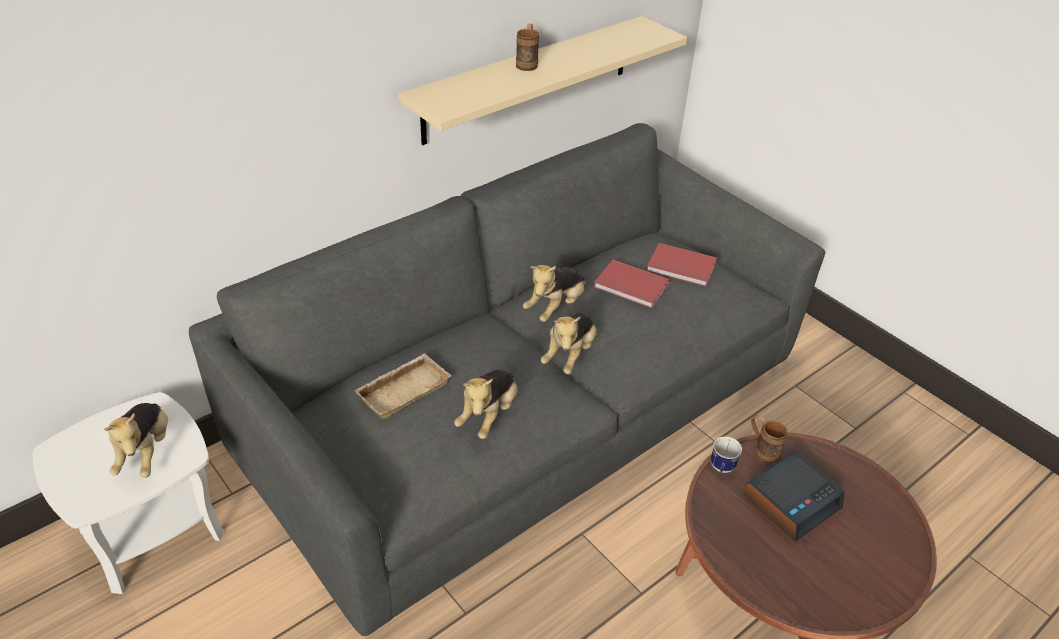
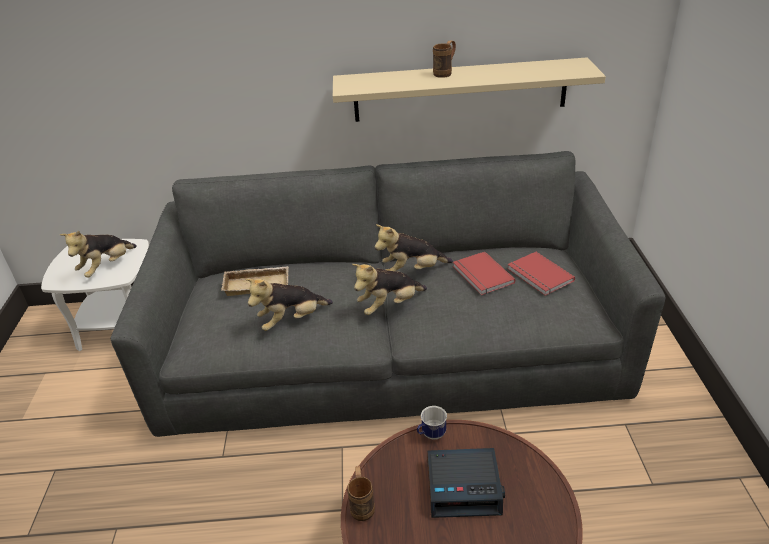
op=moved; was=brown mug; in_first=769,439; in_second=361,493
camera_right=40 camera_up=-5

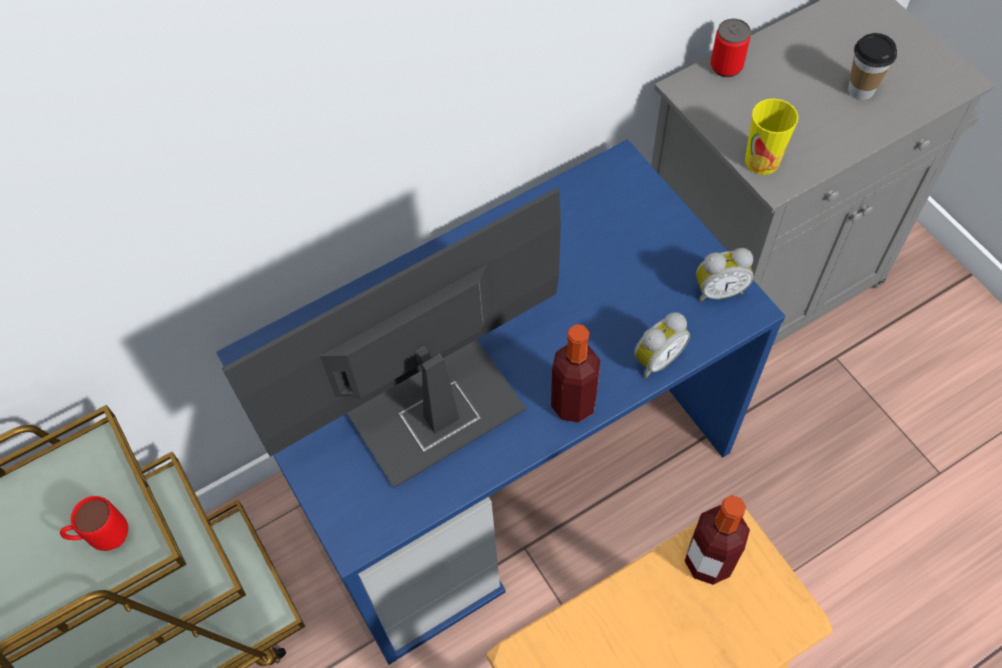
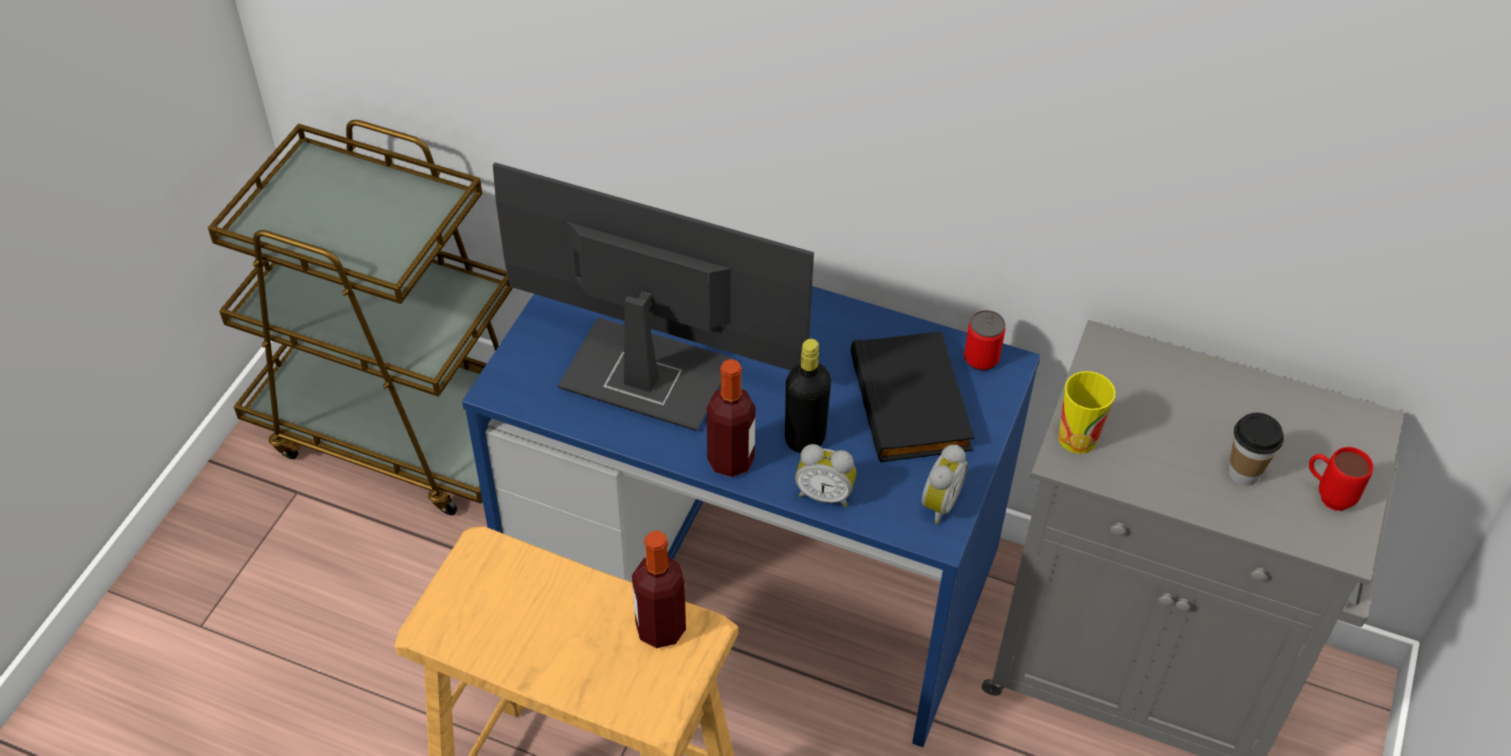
op=added; now=black bottle; in_second=808,396
op=added; now=black book; in_second=912,397
op=turned; was=alarm clock; in_first=725,275; in_second=945,484; clockwise=-105
op=moved; was=can; in_first=731,48; in_second=984,340
op=moved; was=red mug; in_first=94,523; in_second=1341,479
camera_right=50 camera_up=-10

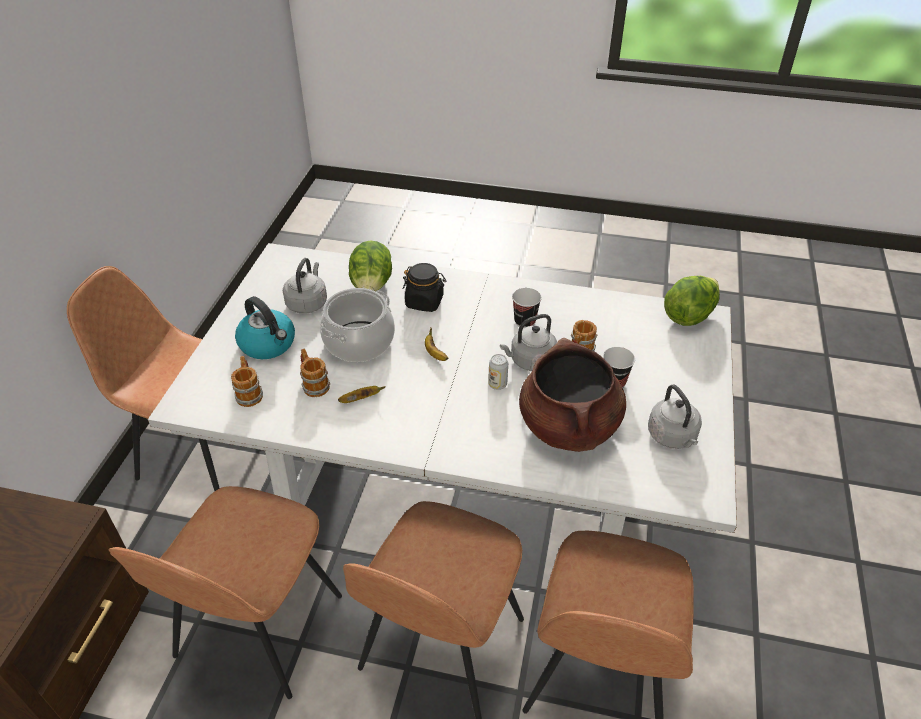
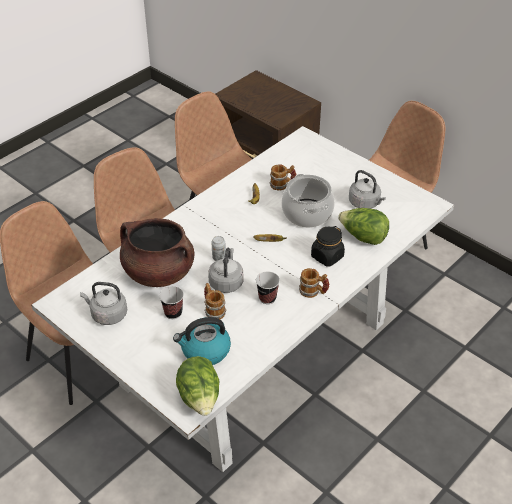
op=moved; was=kettle; in_first=265,327; in_second=202,341
op=moved; was=mug; in_first=247,381; in_second=314,283
camera_right=120 camera_up=0

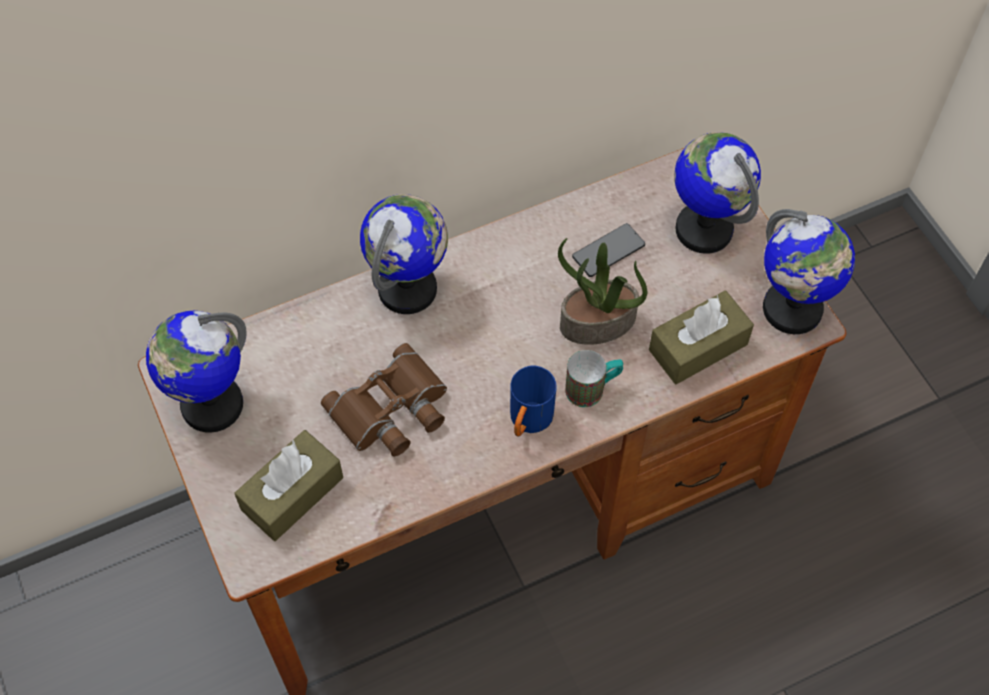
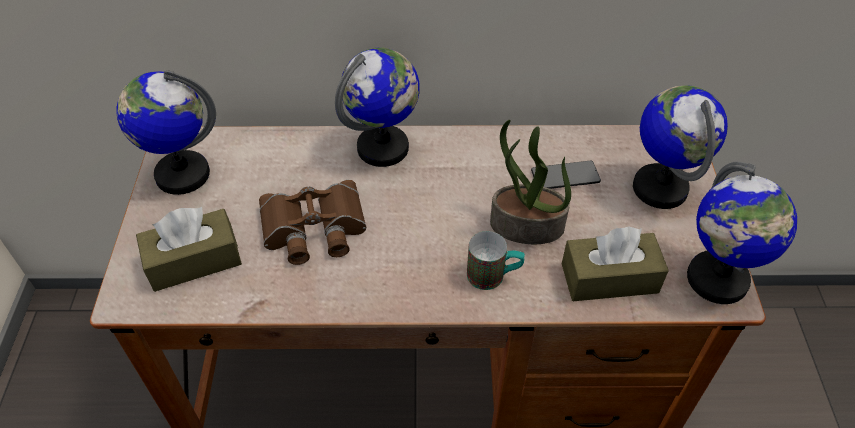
op=removed; was=blue mug; in_first=533,401
camera_right=25 camera_up=-10

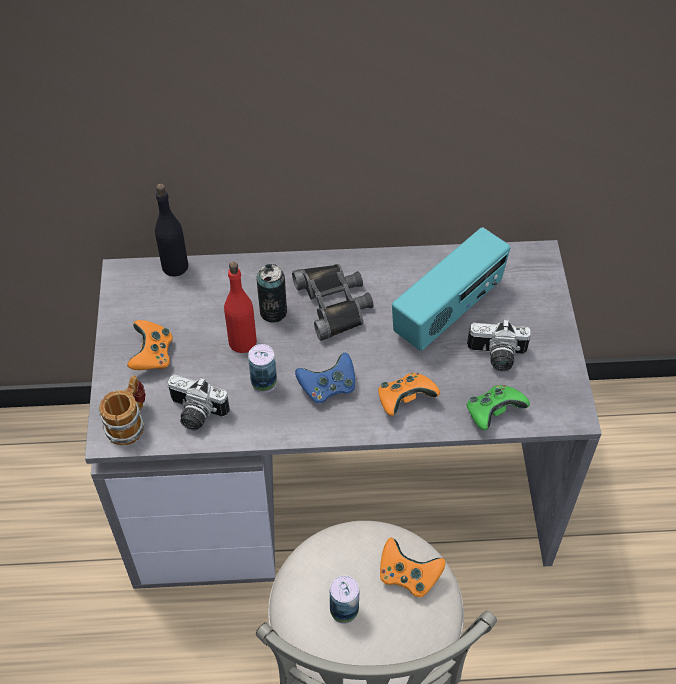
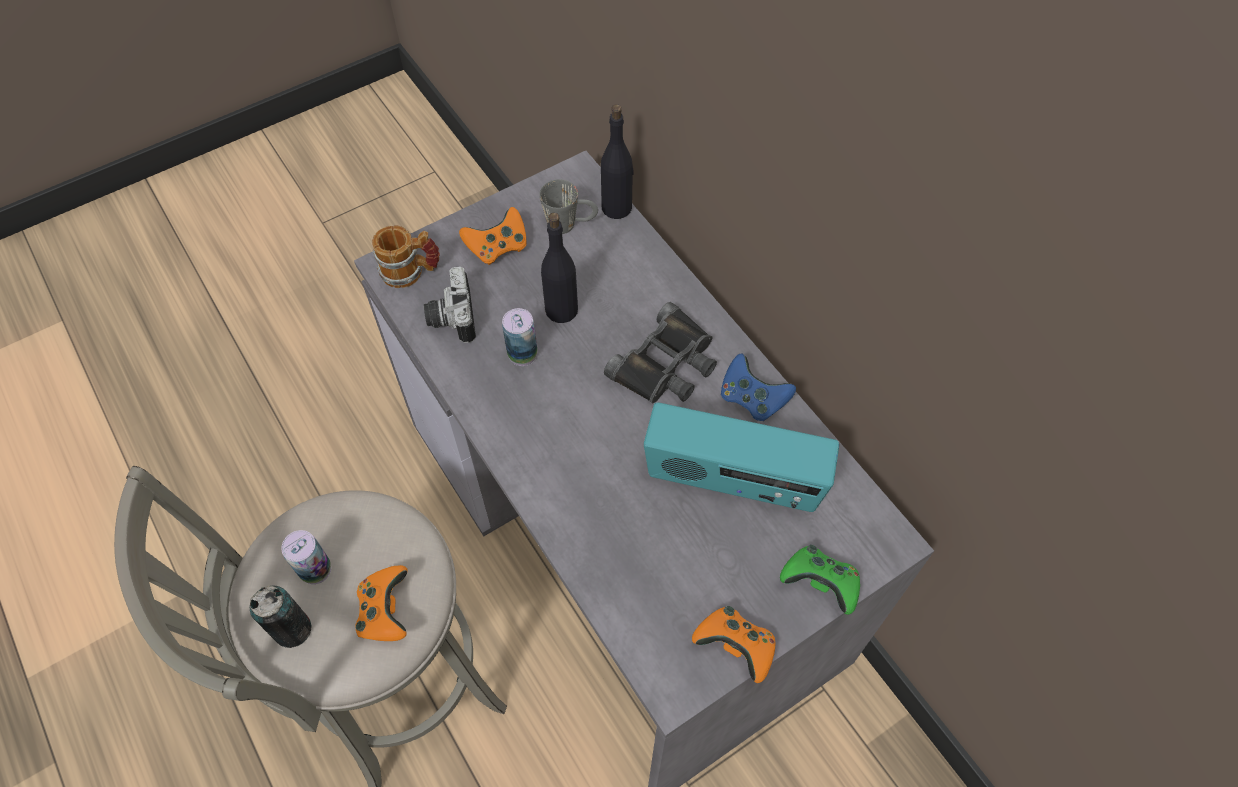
op=moved; was=can; in_first=272,293; in_second=280,617
op=added; now=grey mug; in_second=568,206
op=recoloured; was=red bottle; now=black bottle; in_first=240,307; in_second=559,268
op=moved; was=orange game controller; in_first=409,394; in_second=734,644
op=moved; was=blue game controller; in_first=325,378; in_second=758,387
op=moved; was=green game controller; in_first=498,407; in_second=820,579
op=removed; was=photo camera; in_first=499,345
camera_right=60 camera_up=5

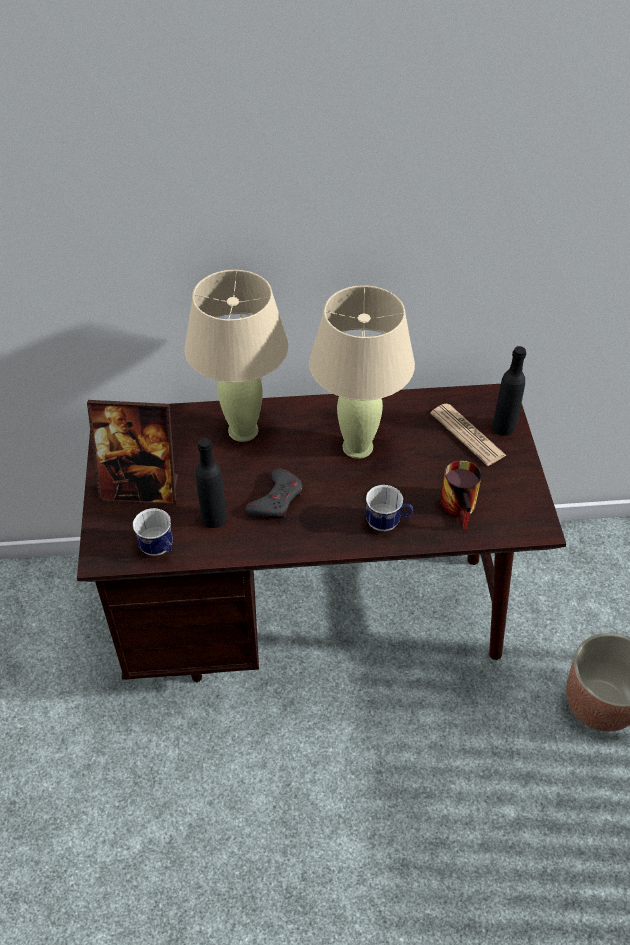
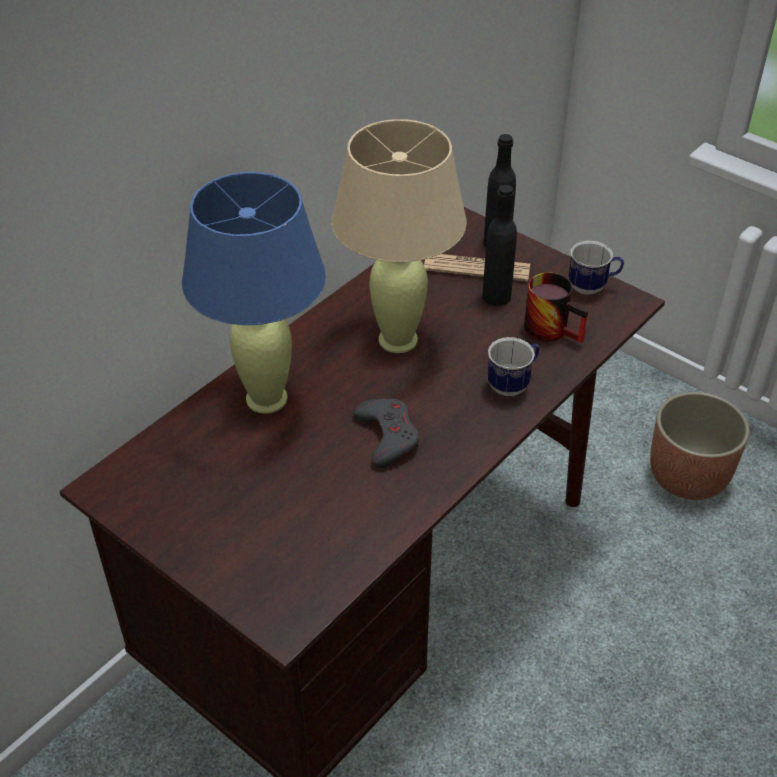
op=recoloured; was=beige table lamp; now=blue table lamp; in_first=236,356; in_second=254,293
op=moved; was=black bottle; in_first=211,483; in_second=499,245
op=moved; was=mug; in_first=153,532; in_second=596,268
op=removed; was=picture frame; in_first=132,453
camera_right=-45 camera_up=-5

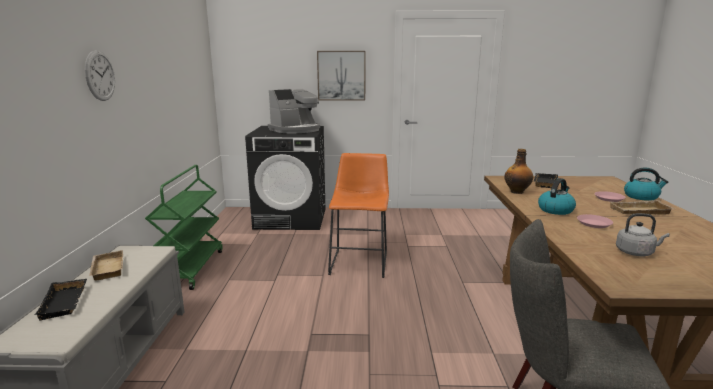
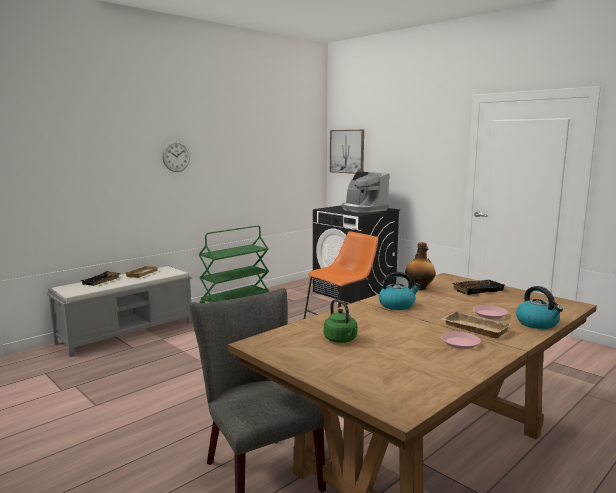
op=recoloured; was=grey kettle; now=green kettle; in_first=643,234; in_second=341,321
op=moved; was=picture; in_first=341,76; in_second=347,152
op=turned; was=coffee machine; in_first=294,111; in_second=365,192; clockwise=45
op=moved; was=pink plate; in_first=595,221; in_second=461,340
camera_right=45 camera_up=-5

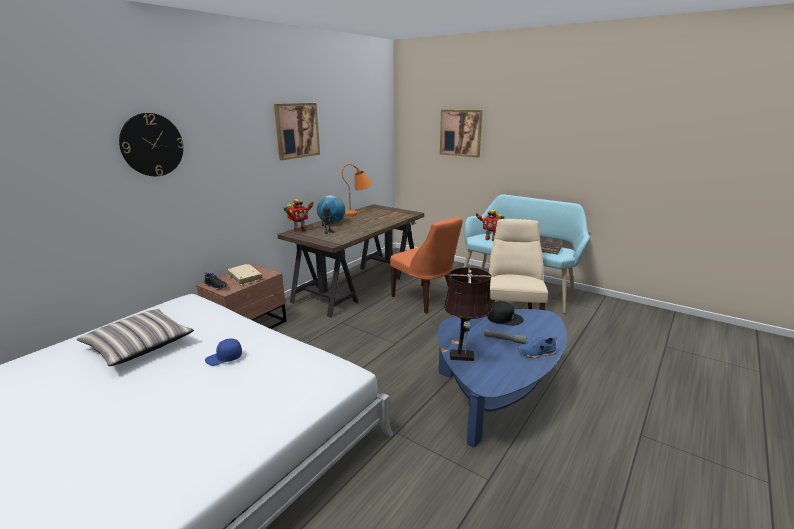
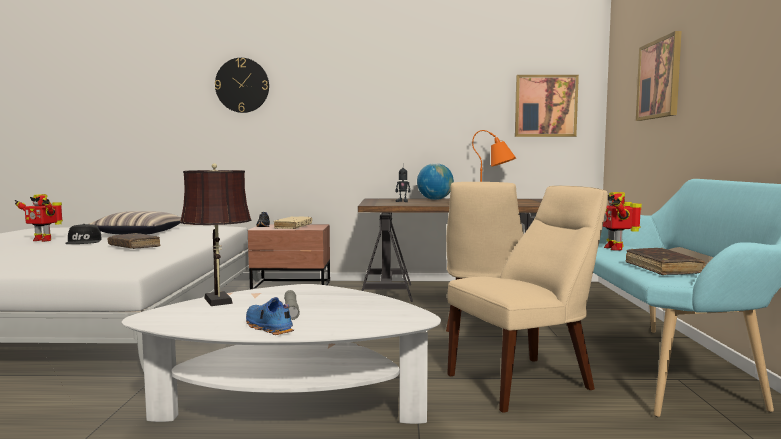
op=moved; was=toy robot; in_first=298,215; in_second=38,218
op=moved; was=black cap; in_first=505,313; in_second=83,234
op=replaced; was=blue cap; now=brown book; in_first=223,352; in_second=134,241
op=recoloured; was=blue coffee table; now=white coffee table; in_first=502,378; in_second=281,354
op=recoloured; was=orange chair; now=beige chair; in_first=426,265; in_second=485,257
op=moved; was=picture; in_first=297,131; in_second=547,106
camera_right=55 camera_up=-15

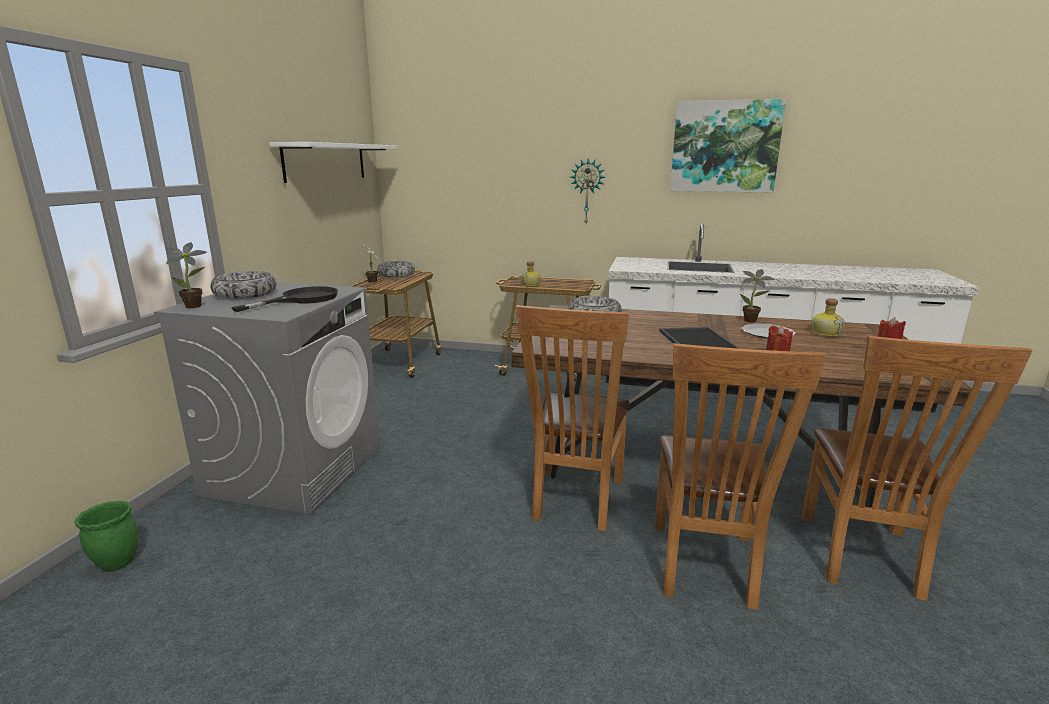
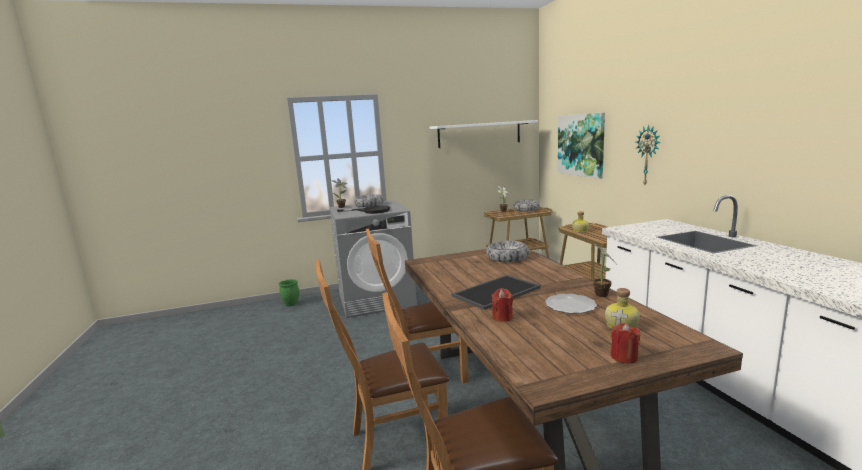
op=moved; was=picture; in_first=728,146; in_second=581,145
camera_right=60 camera_up=-5

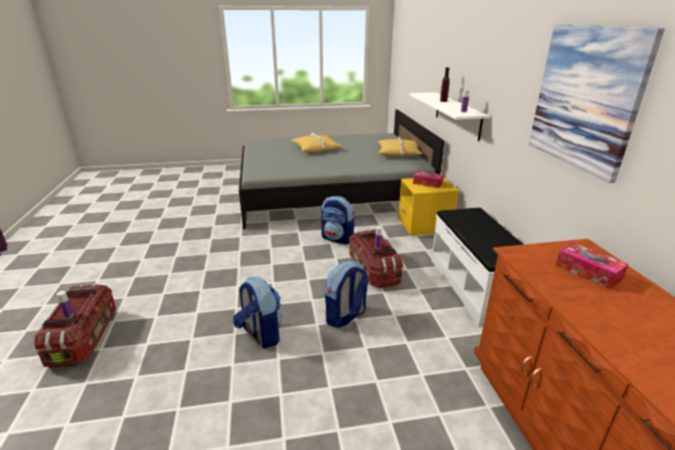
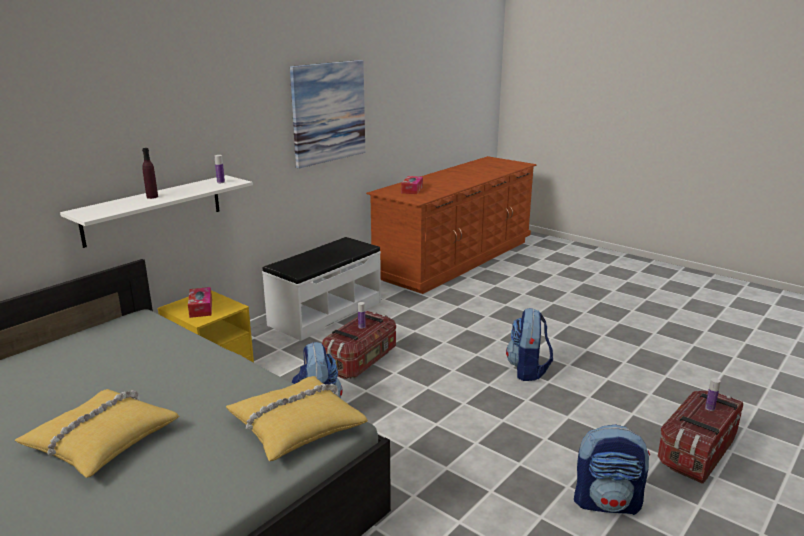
op=moved; was=yellow pillow; in_first=400,146; in_second=297,418
op=moved; was=backpack; in_first=347,294; in_second=612,470
camera_right=-130 camera_up=-5

